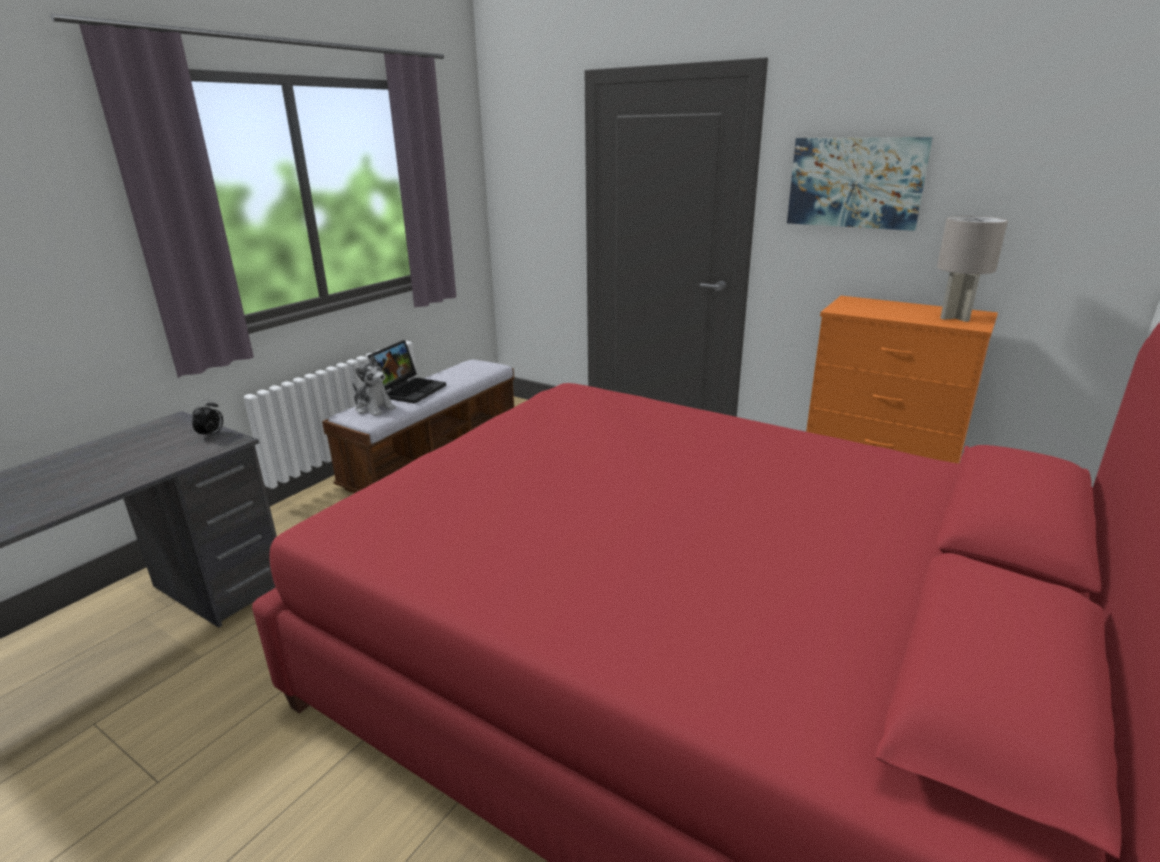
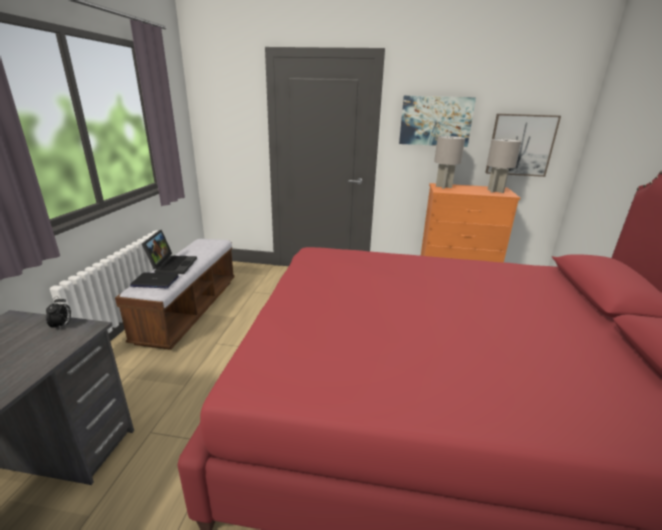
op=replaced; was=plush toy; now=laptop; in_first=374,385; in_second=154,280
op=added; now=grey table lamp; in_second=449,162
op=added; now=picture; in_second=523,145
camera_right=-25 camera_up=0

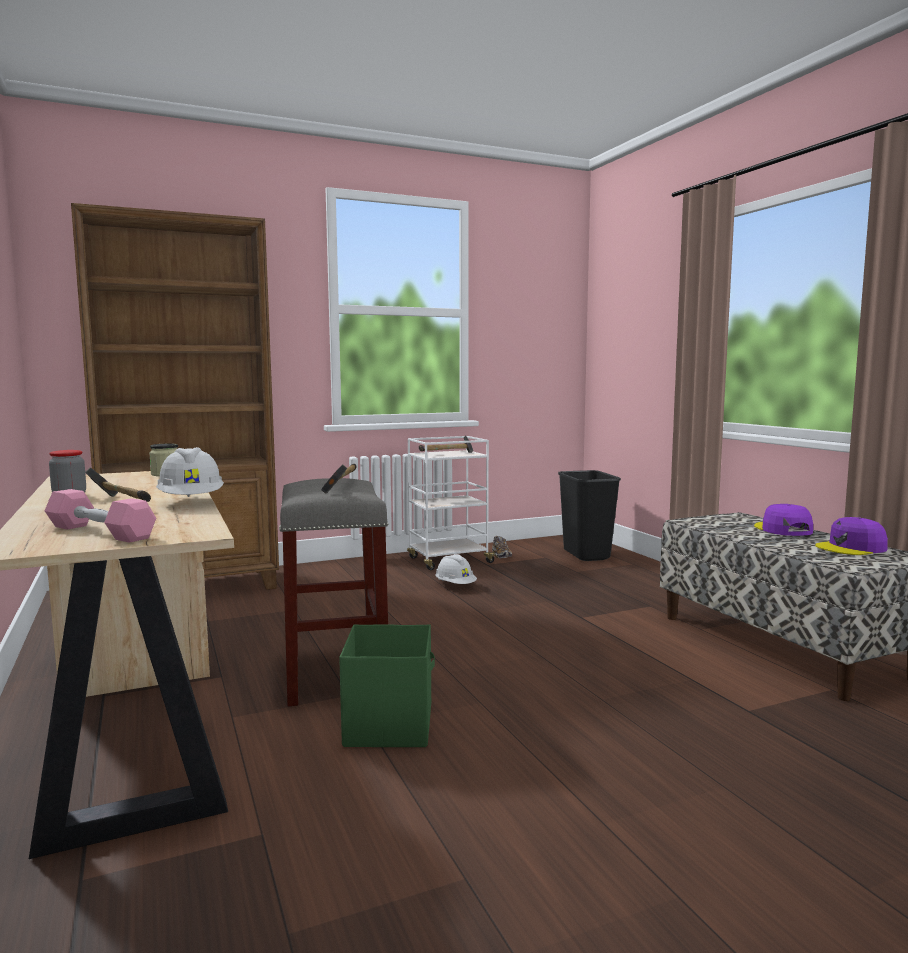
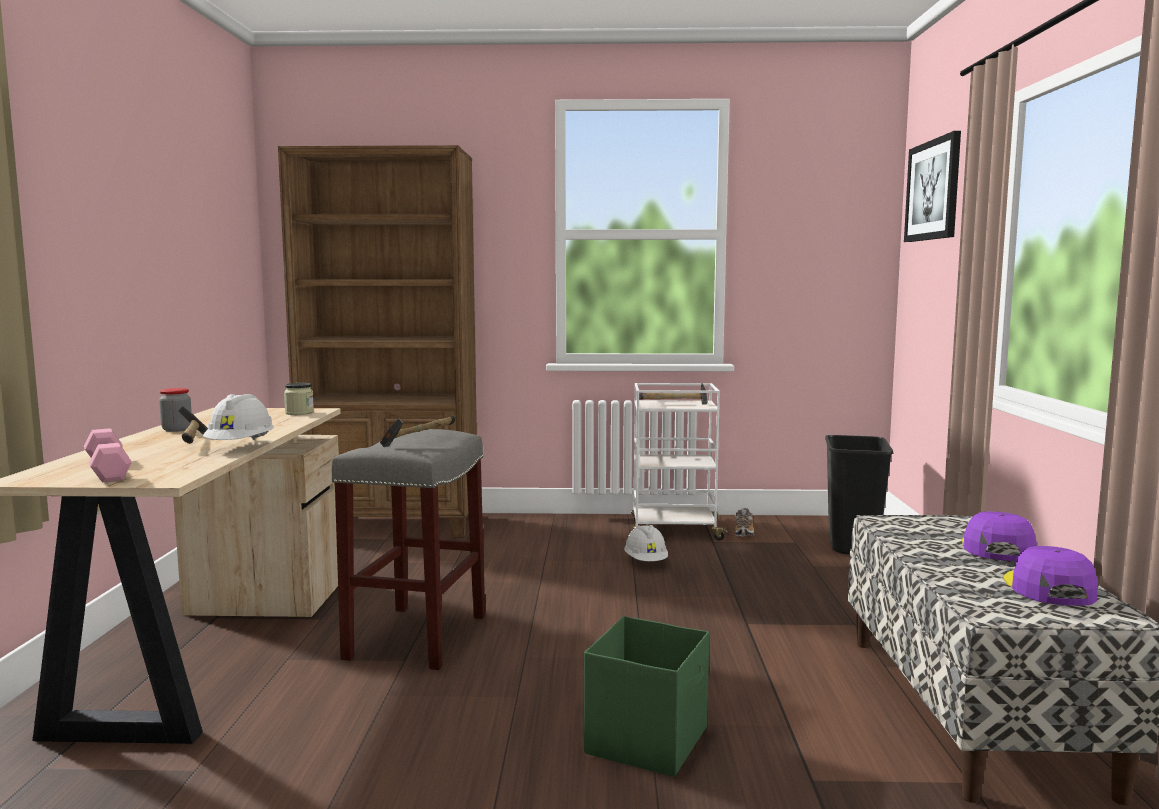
op=moved; was=green storage box; in_first=387,686; in_second=646,696
op=added; now=picture; in_second=932,186
op=turned; was=purple cap; in_first=851,536; in_second=1050,576; clockwise=90
camera_right=25 camera_up=0

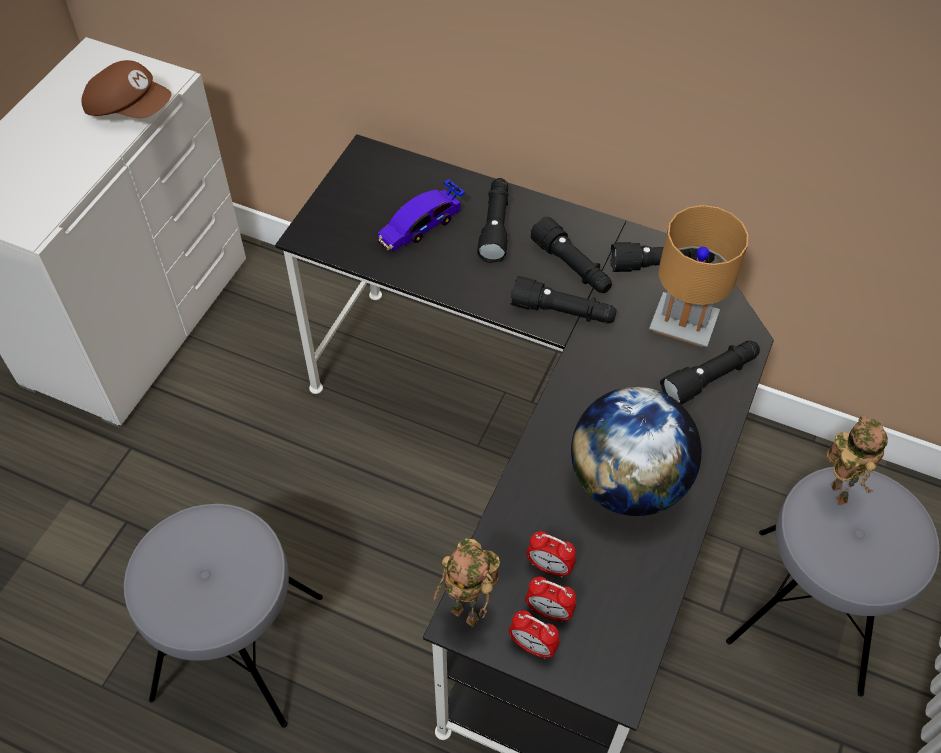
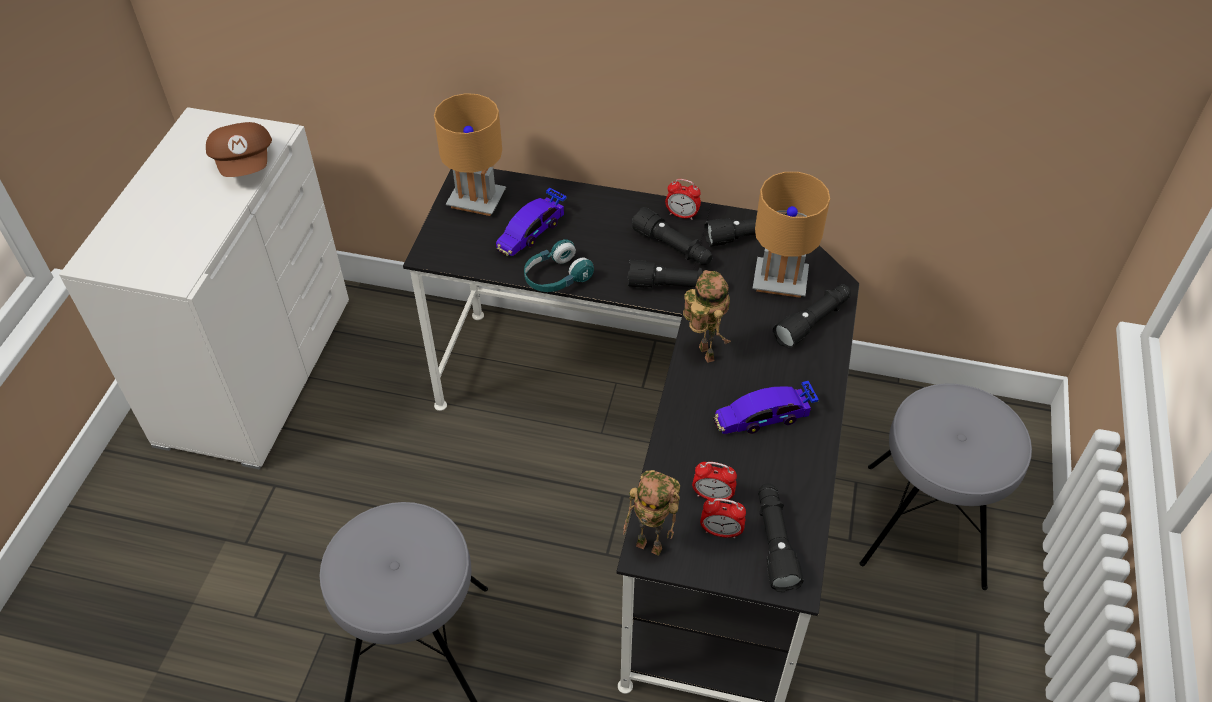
op=turned; was=brown cap; in_first=126,89; in_second=239,149; clockwise=60
op=added; now=brown table lamp; in_second=470,154
op=added; now=turquoise headphones; in_second=559,265
op=moved; was=alarm clock; in_first=534,634; in_second=683,199
op=moved; was=toy robot; in_first=857,460; in_second=707,316
op=replaced; was=globe; now=toy car; in_first=636,451; in_second=766,407
op=moved; was=black flashlight; in_first=493,220; in_second=781,537
camera_right=-10 camera_up=-5

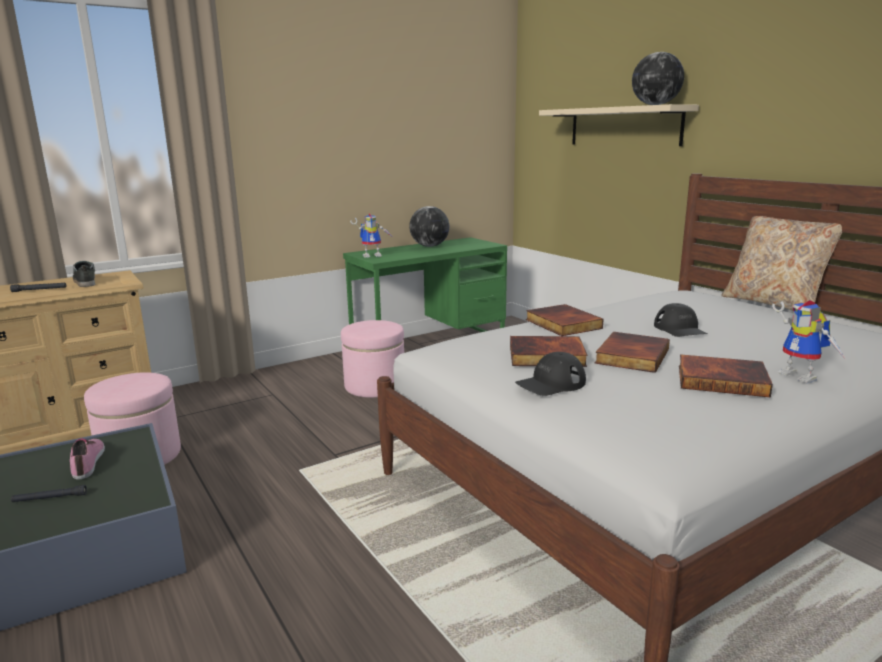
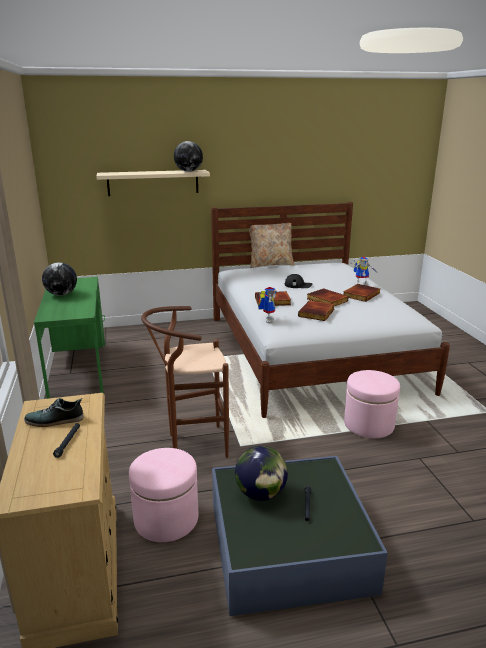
op=added; now=brown stool; in_second=185,382
op=replaced; was=shoe; now=globe; in_first=87,459; in_second=261,473
op=moved; was=toy robot; in_first=372,235; in_second=267,305
op=moved; was=pink ottoman; in_first=372,359; in_second=372,404
op=removed; was=black cap; in_first=550,374
camera_right=-70 camera_up=5

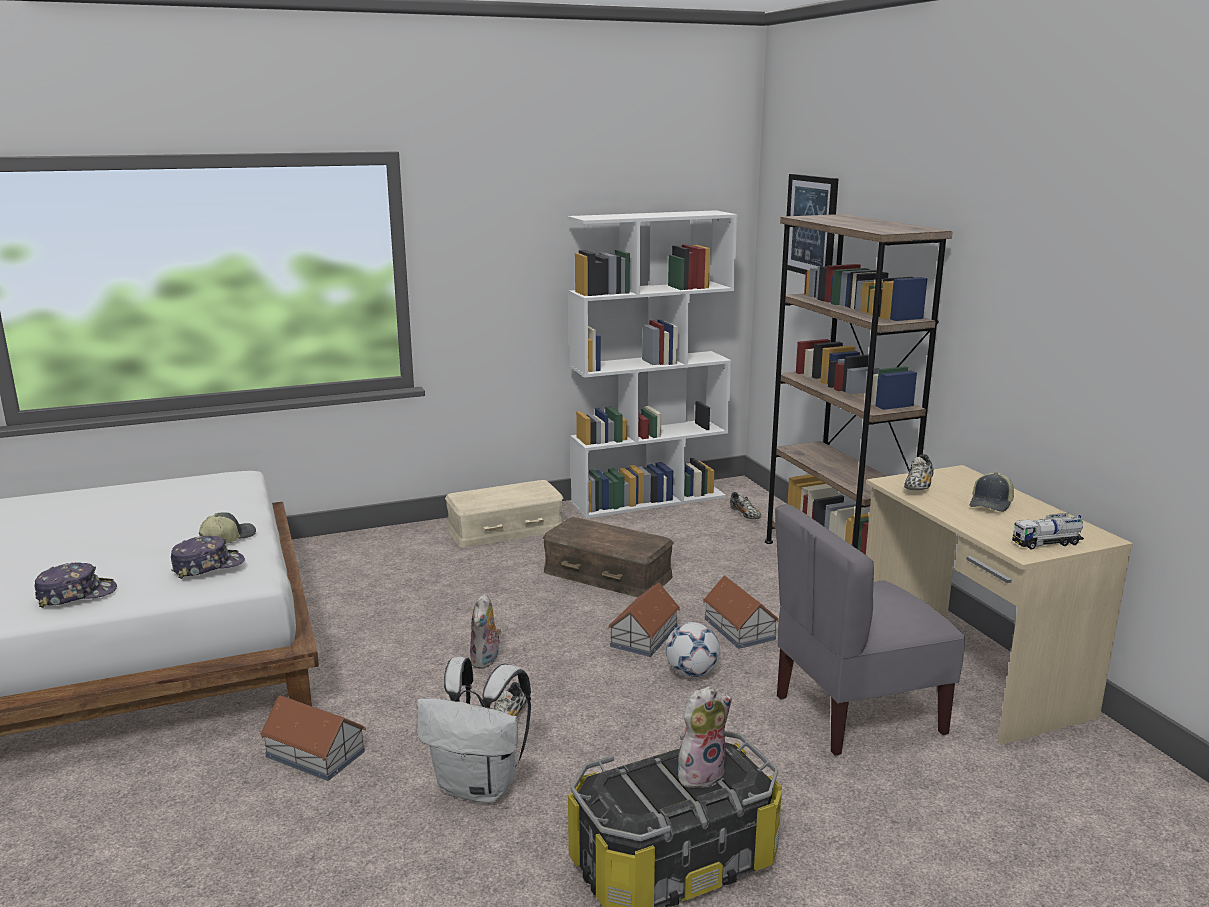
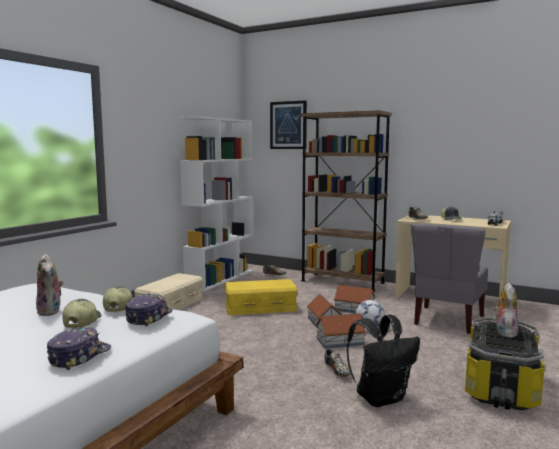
op=moved; was=plush toy; in_first=486,631; in_second=49,285
op=added; now=cap; in_second=81,313
op=recoloured; was=brown storage box; now=yellow storage box; in_first=608,557; in_second=261,297
op=moved; was=toy house; in_first=313,738; in_second=341,331
op=recoloured; was=white backpack; now=black backpack; in_first=474,730; in_second=383,361
camera_right=-40 camera_up=-10

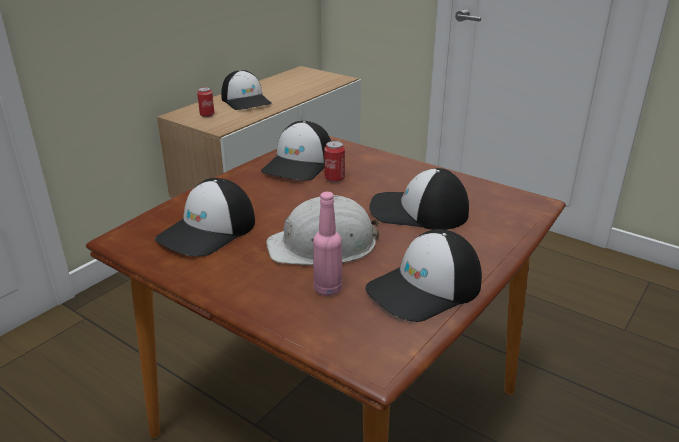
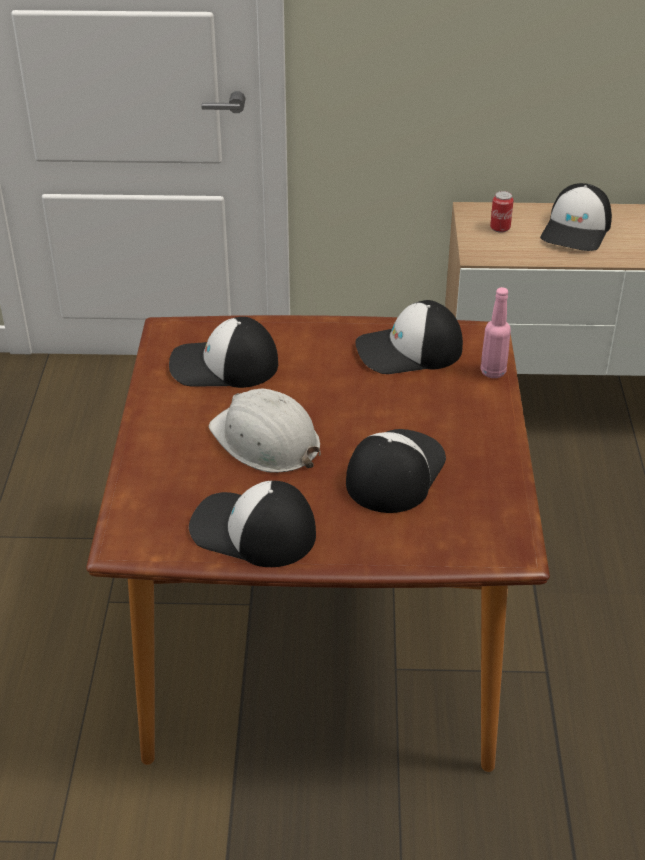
op=turned; was=cap; in_first=419,199; in_second=396,471; clockwise=45
op=moved; was=pink bottle; in_first=327,244; in_second=495,332
op=removed; was=can; in_first=334,161
camera_right=55 camera_up=10

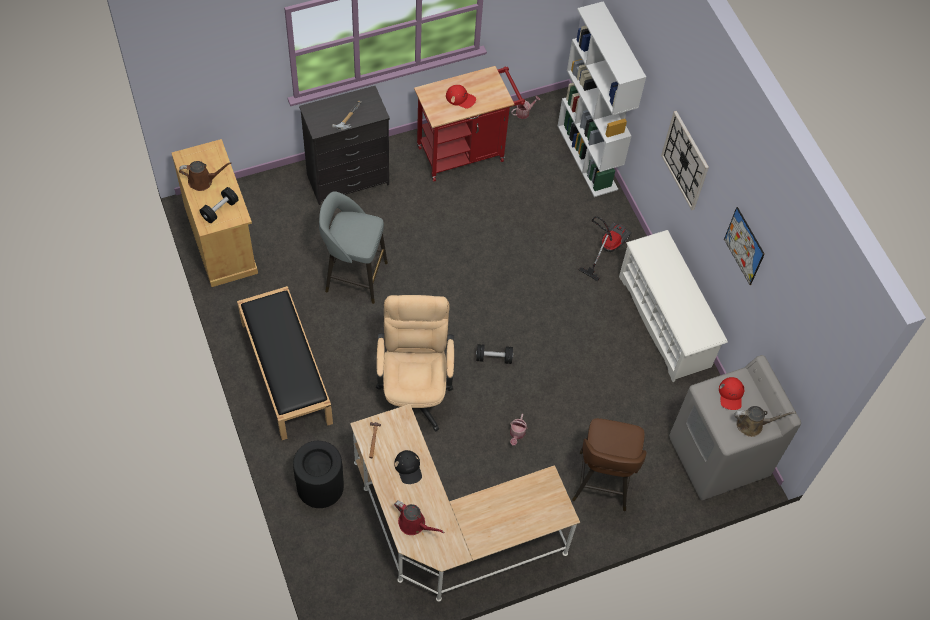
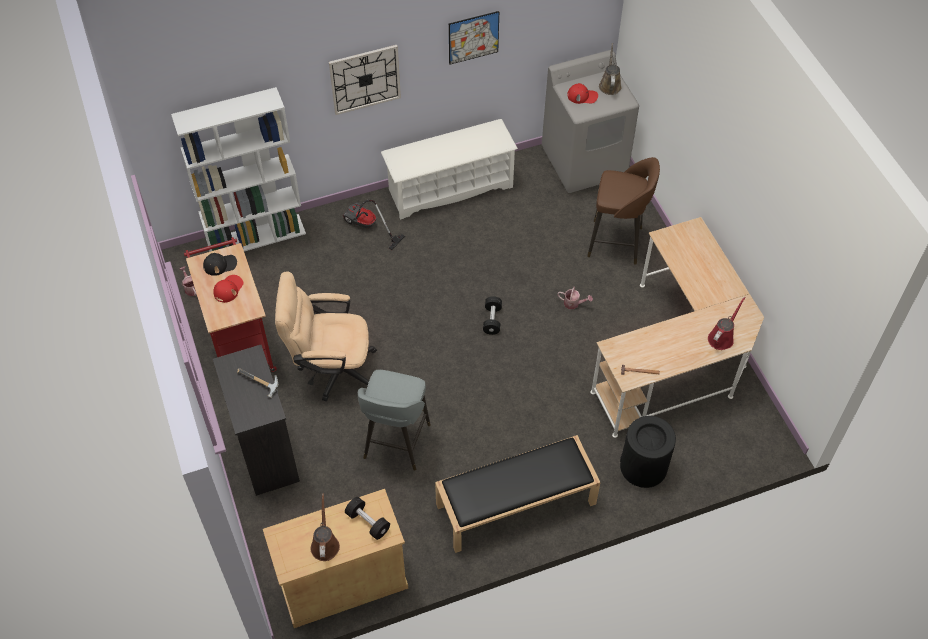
op=moved; was=black cap; in_first=408,467; in_second=220,264
op=moved; was=beige office chair; in_first=415,363; in_second=326,336
camera_right=-85 camera_up=-5

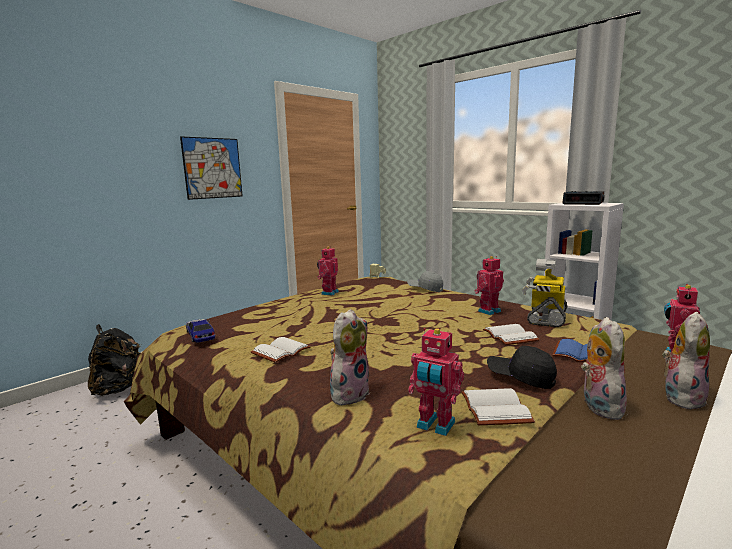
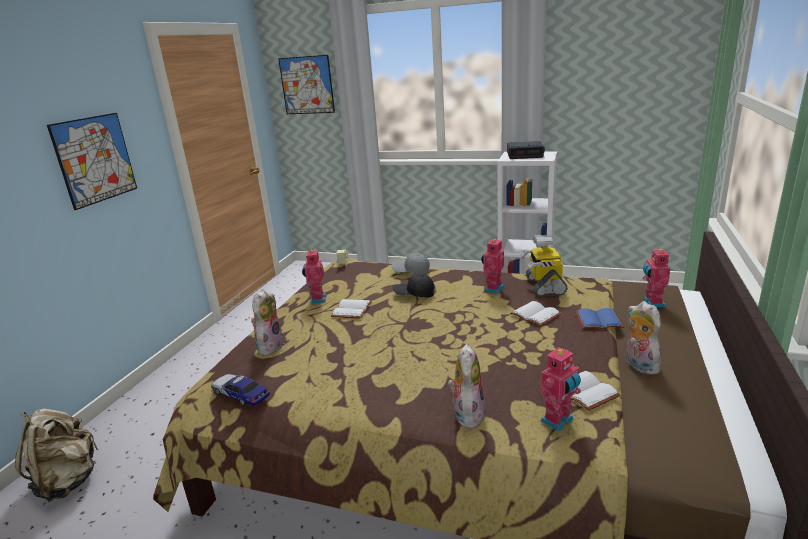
op=recoloured; was=black backpack; now=beige backpack; in_first=114,360; in_second=57,455
op=moved; was=plush toy; in_first=686,361; in_second=267,322
op=added; now=picture; in_second=306,84
op=moved; was=white book; in_first=281,350; in_second=351,309
op=moved; was=black cap; in_first=522,367; in_second=413,285
op=turned; was=toy robot; in_first=436,382; in_second=560,389; clockwise=-45
camera_right=-25 camera_up=10

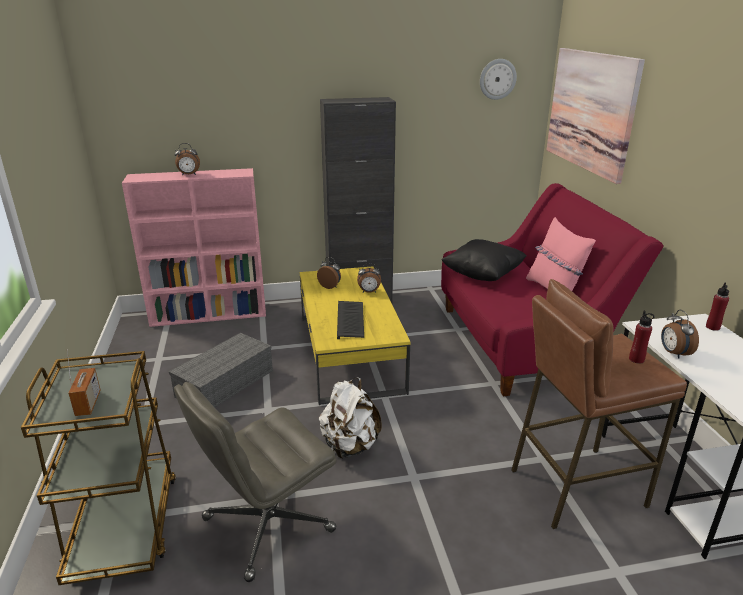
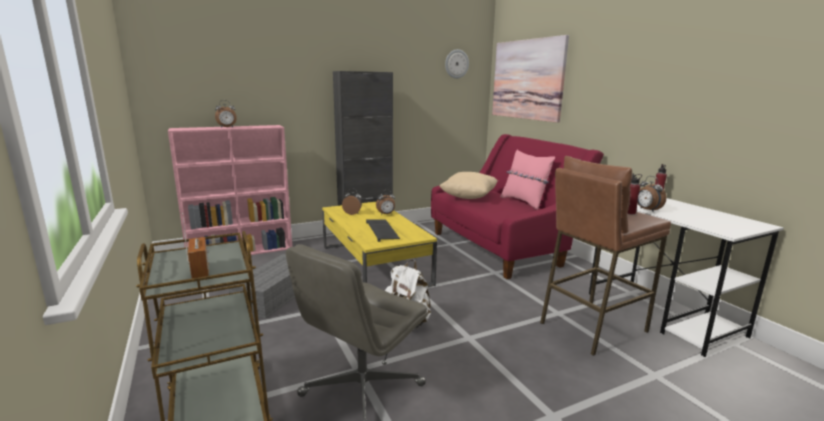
op=recoloured; was=black pillow; now=beige pillow; in_first=484,260; in_second=469,185
camera_right=-15 camera_up=-10

